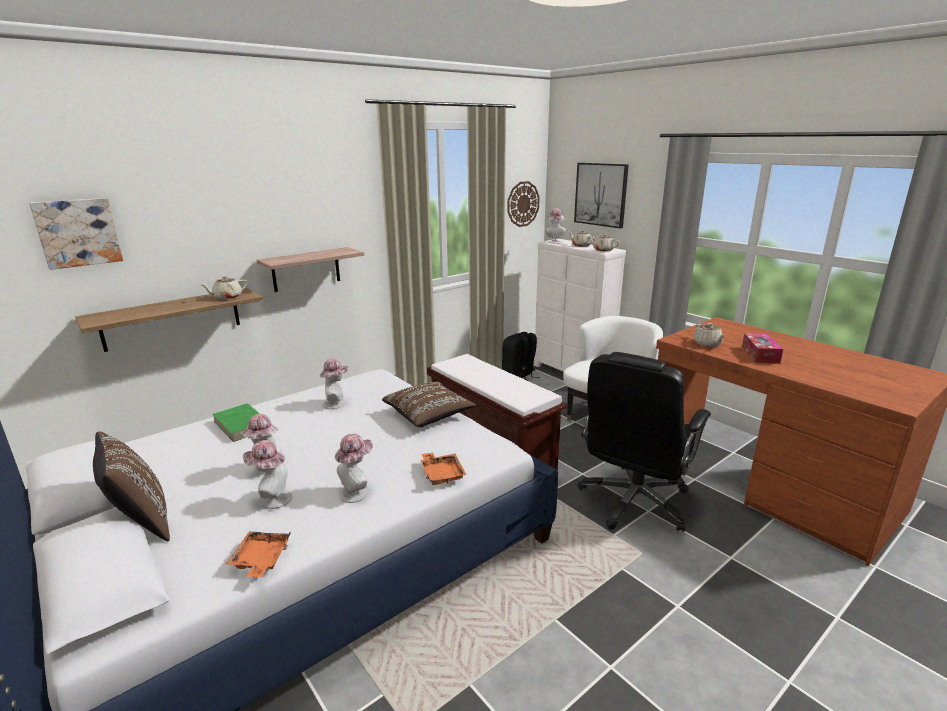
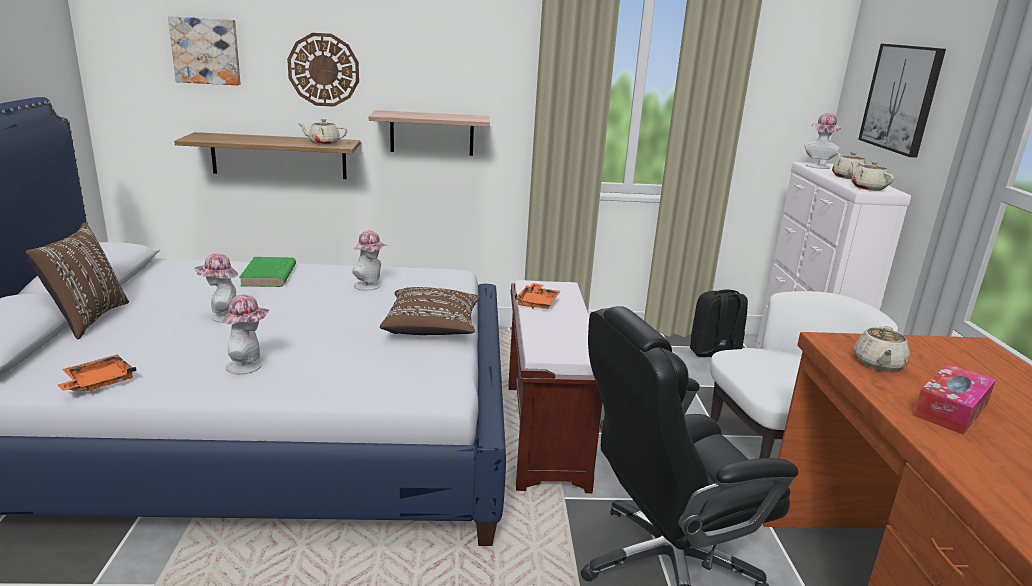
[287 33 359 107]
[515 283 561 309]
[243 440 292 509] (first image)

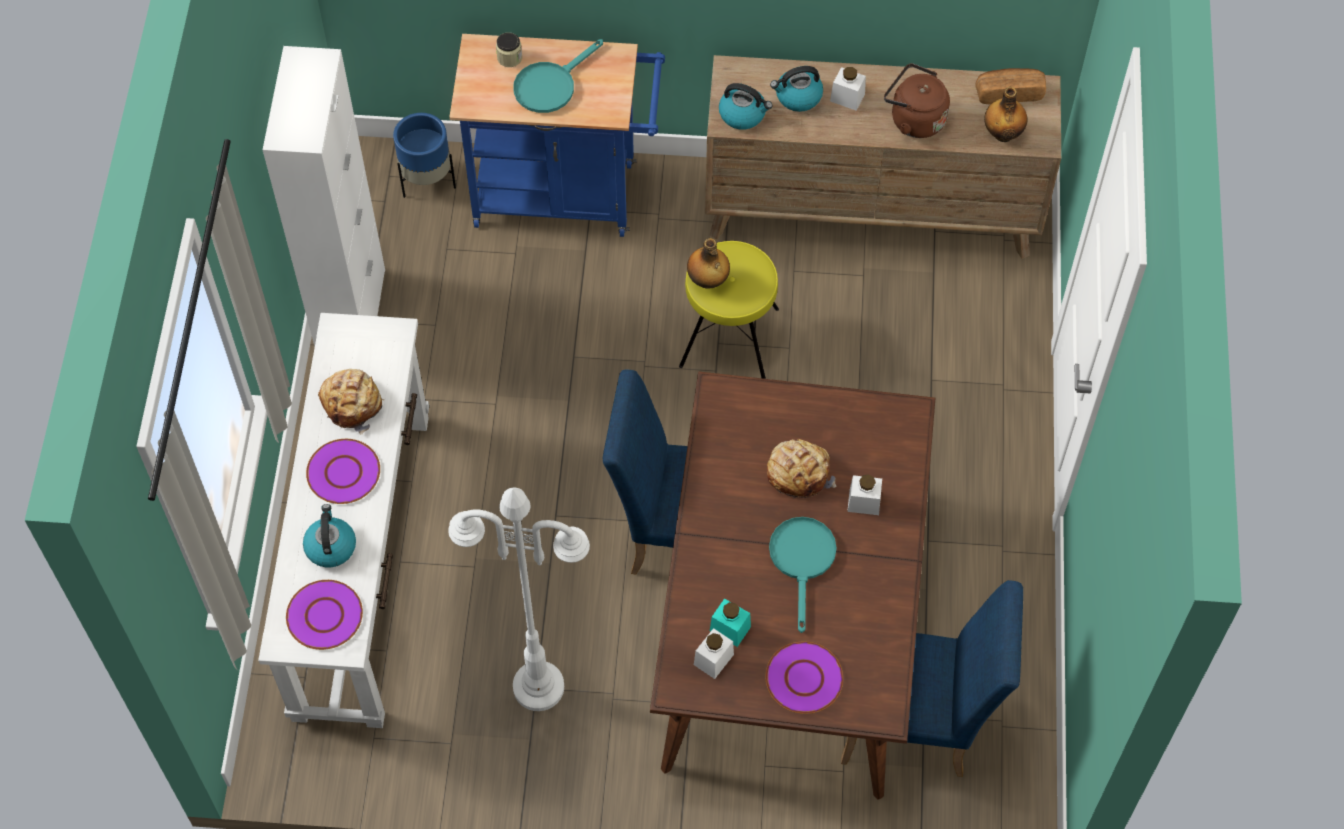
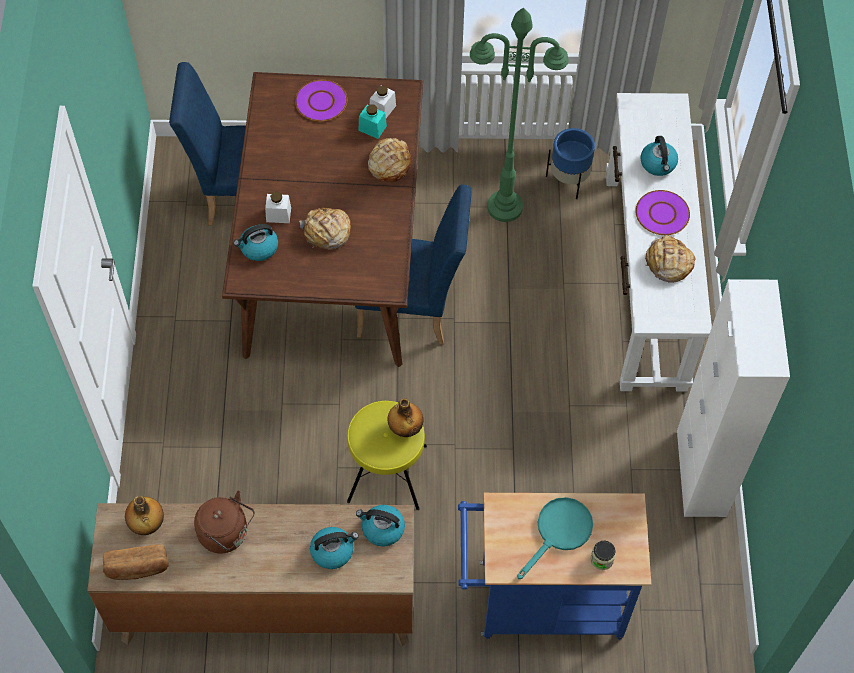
[234 224 278 261]
[368 138 412 182]
[470 8 568 222]
[546 128 595 199]
[286 580 363 650] (first image)
[769 517 837 633] (first image)
[830 67 866 111] (first image)

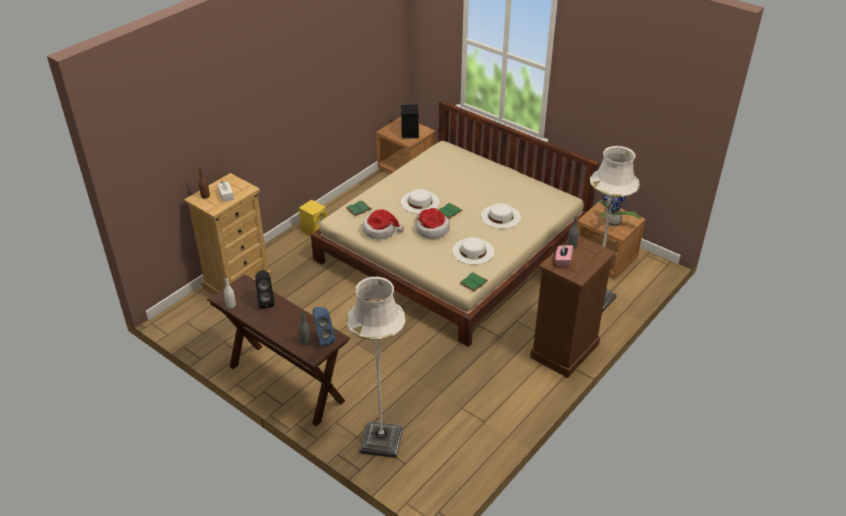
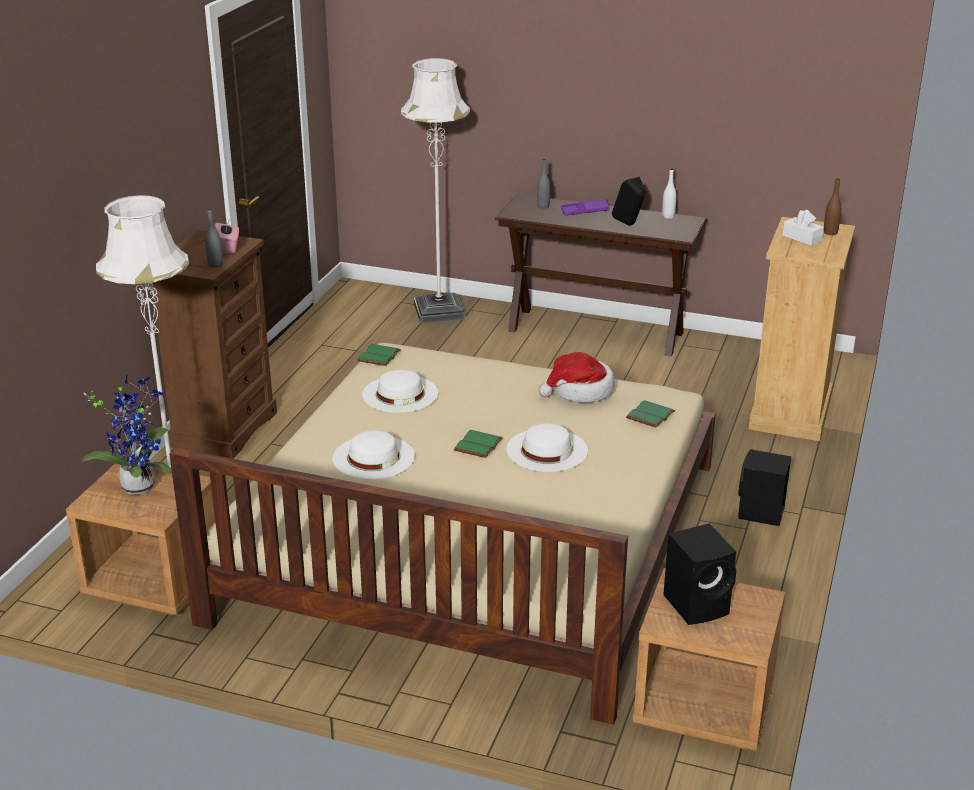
[561 199 610 216]
[738 449 791 526]
[313 307 336 347] (first image)
[416 208 450 239] (first image)

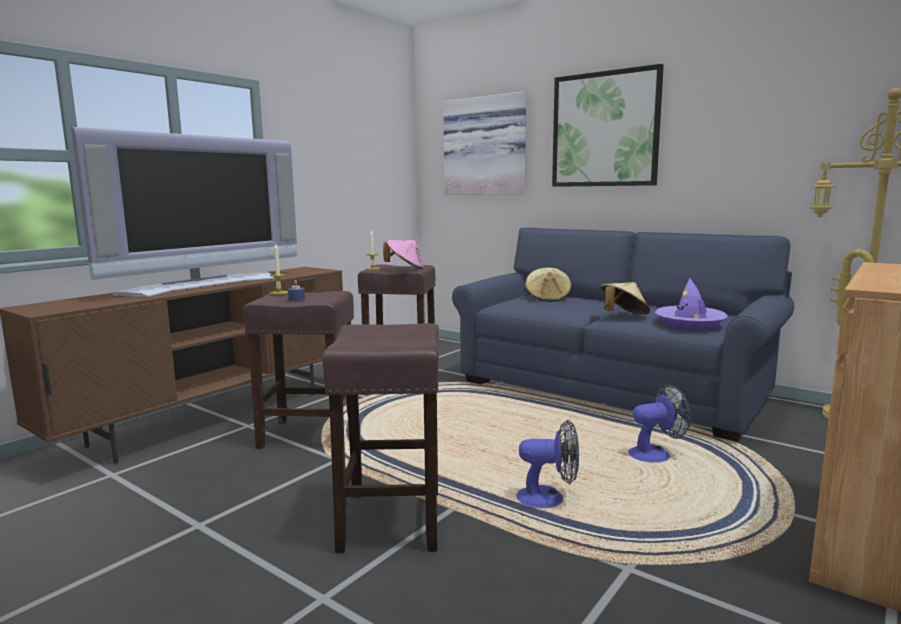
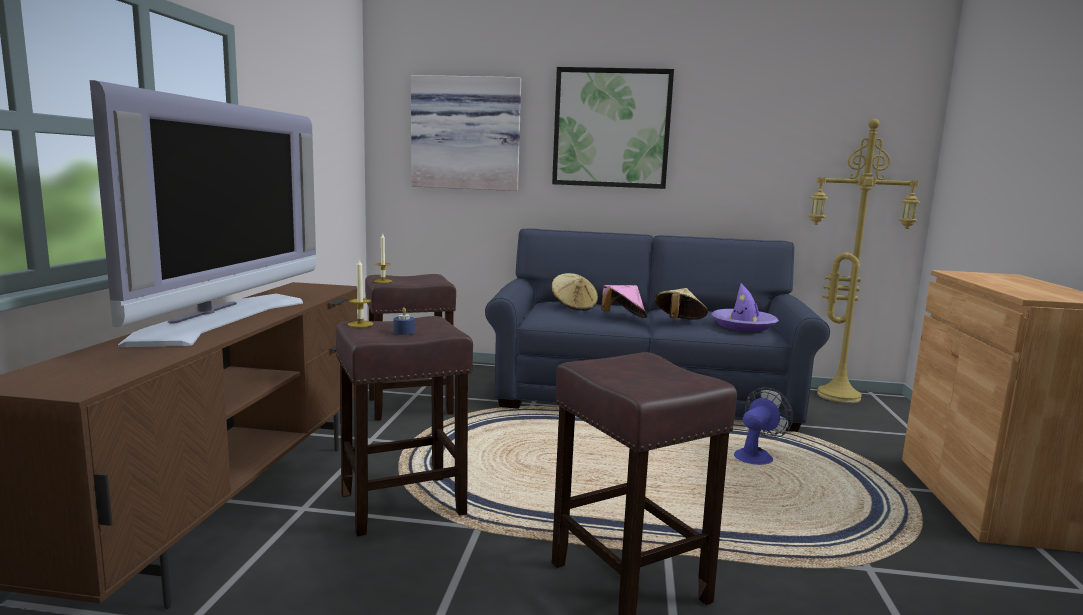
[601 285 647 318]
[516 420 579 508] (first image)

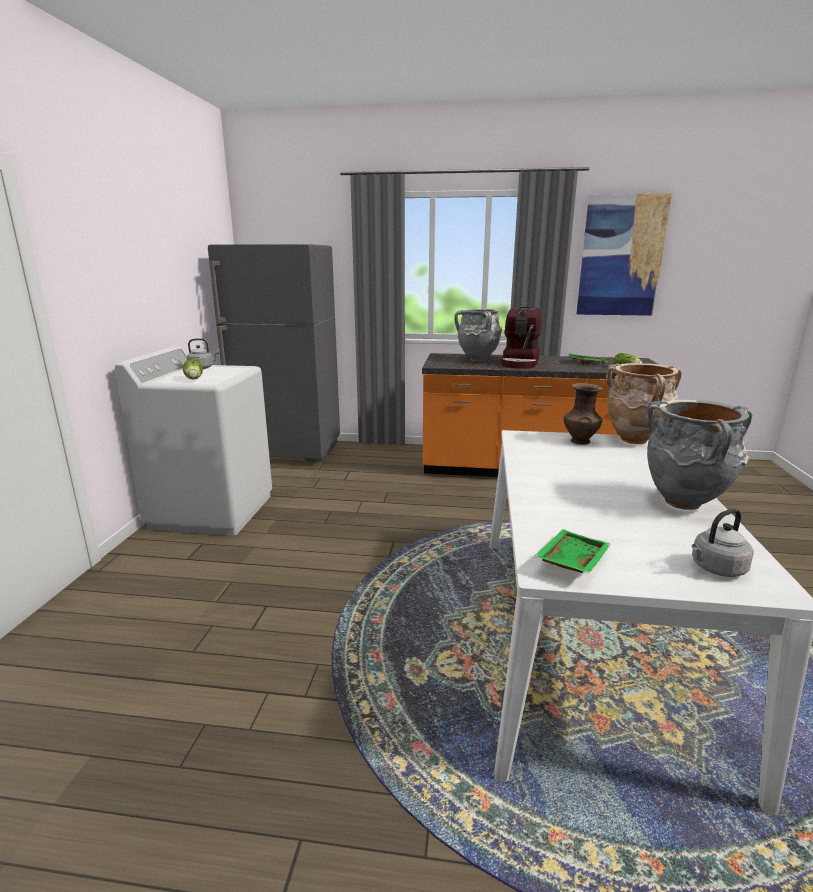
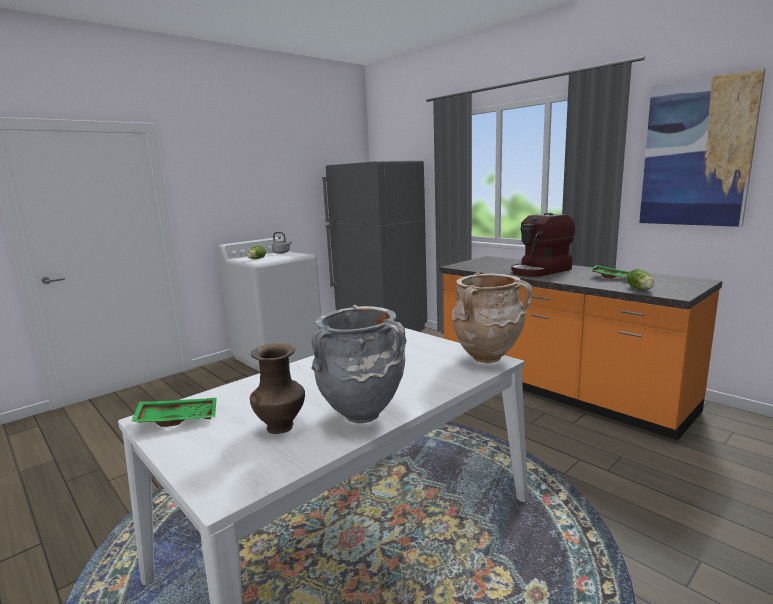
[250 343 305 434]
[454 308 502 361] (first image)
[692 509 754 577] (first image)

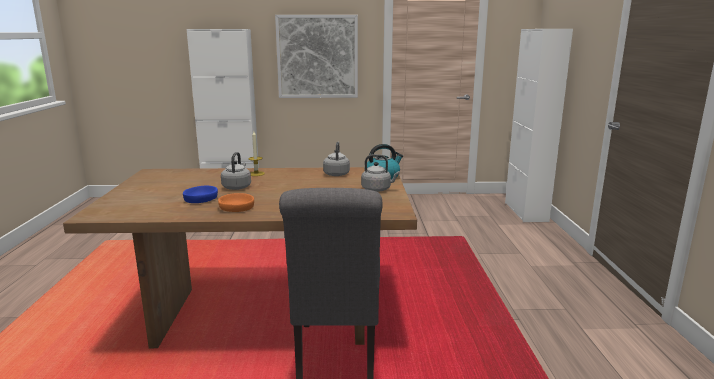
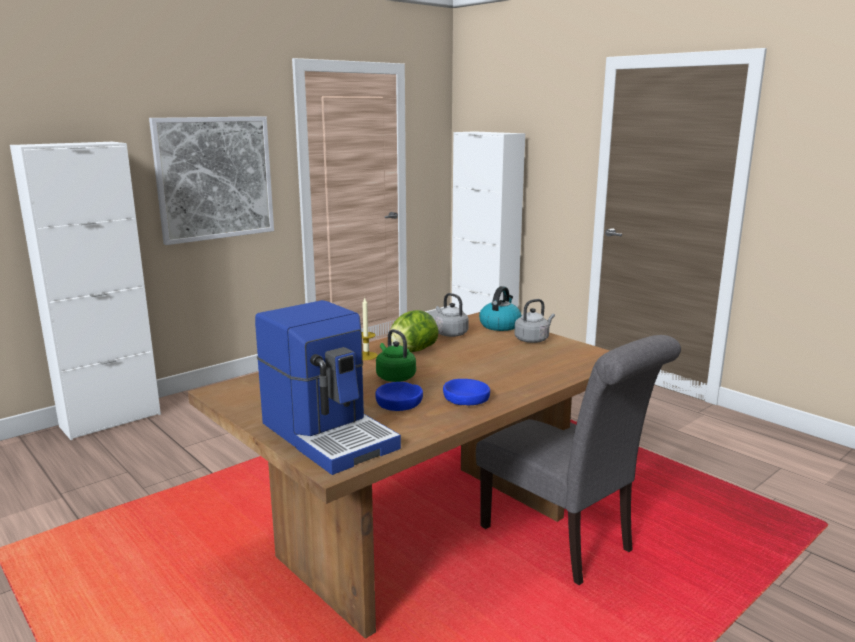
[255 300 401 475]
[376 329 416 382]
[390 310 439 352]
[443 379 490 405]

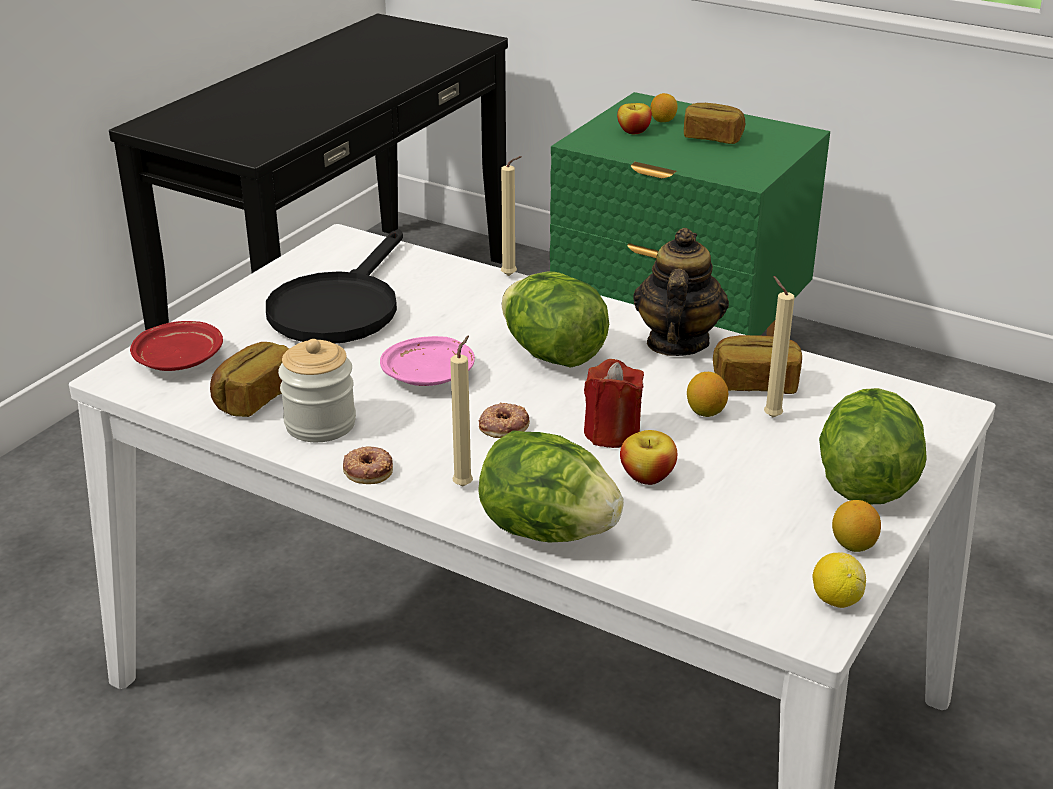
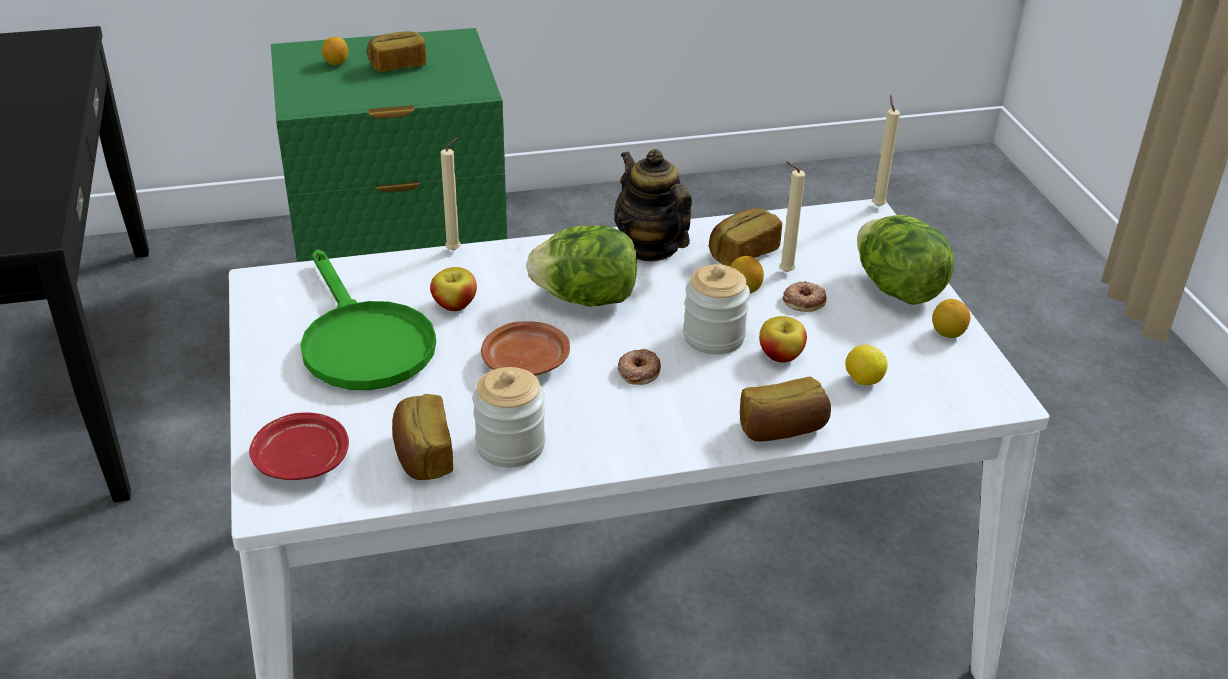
[300 249 436 390]
[430 267 477 311]
[481 321 570 376]
[683 264 750 355]
[740 376 831 441]
[783 281 827 312]
[845 344 888 385]
[872 95 900 207]

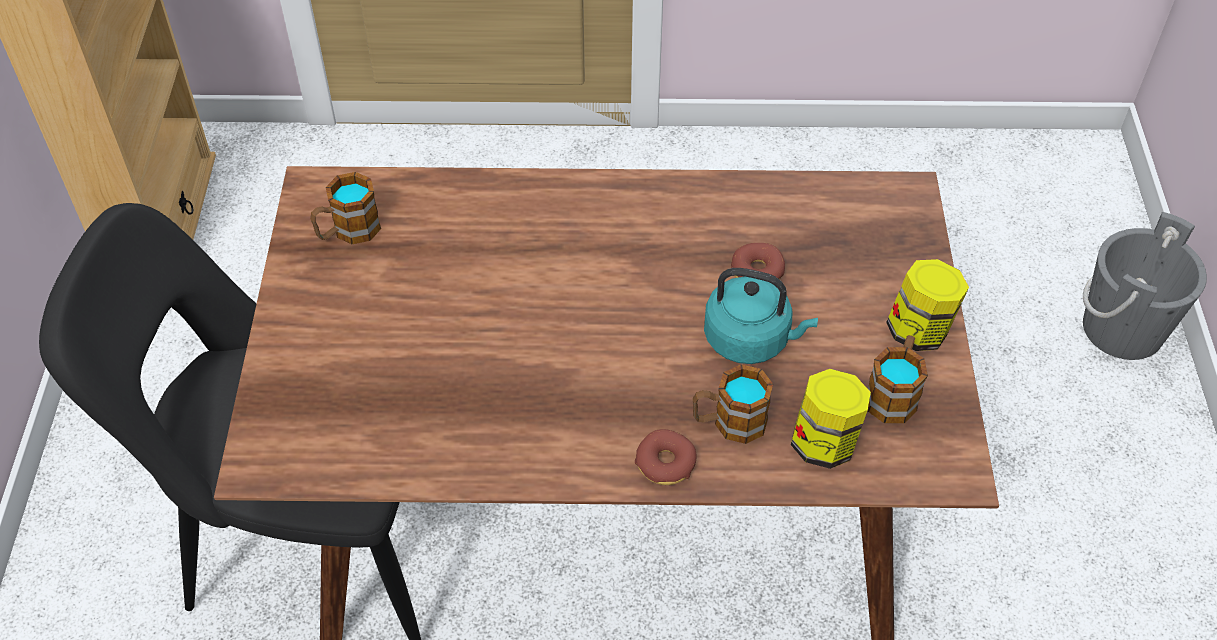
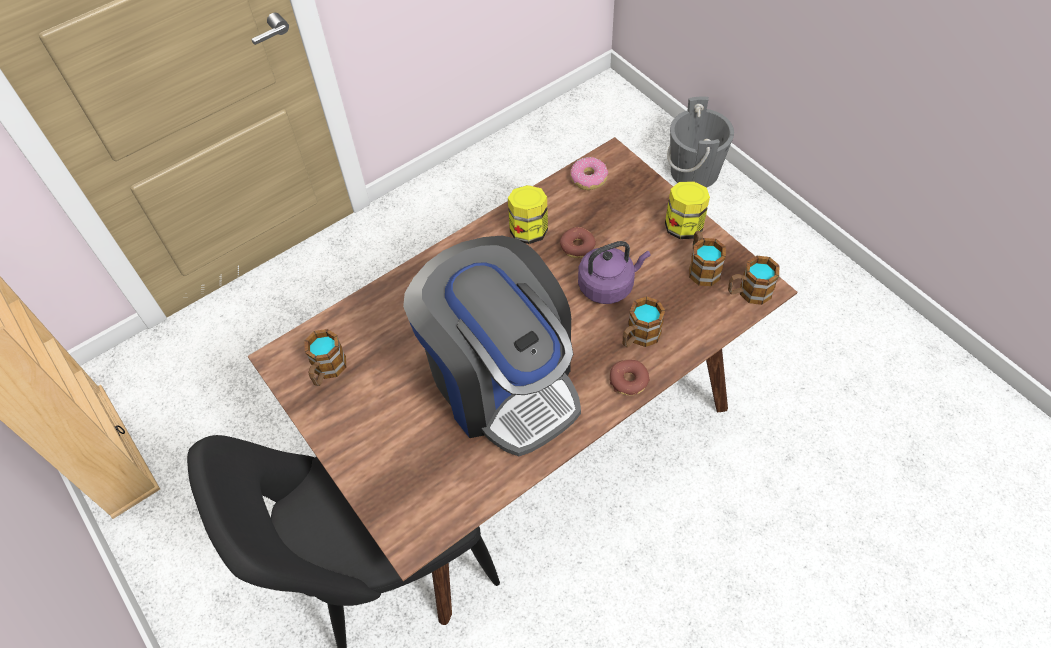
[403 236 581 456]
[508 185 548 244]
[570 157 608 190]
[578 241 651 304]
[728 256 779 305]

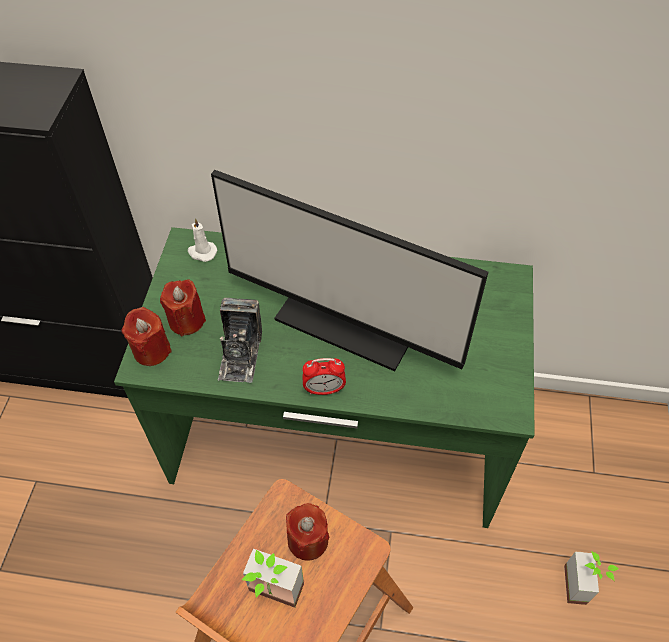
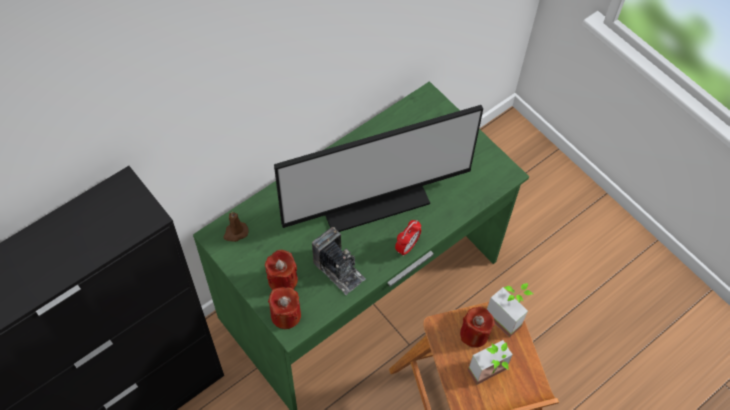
[223 211 249 242]
[487 283 533 338]

